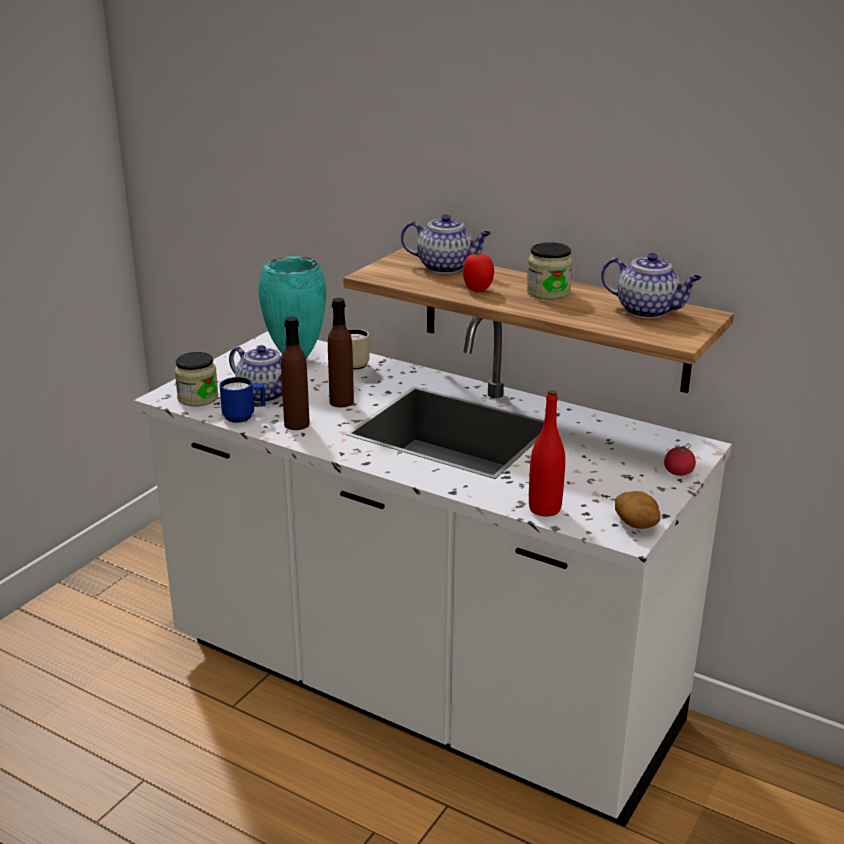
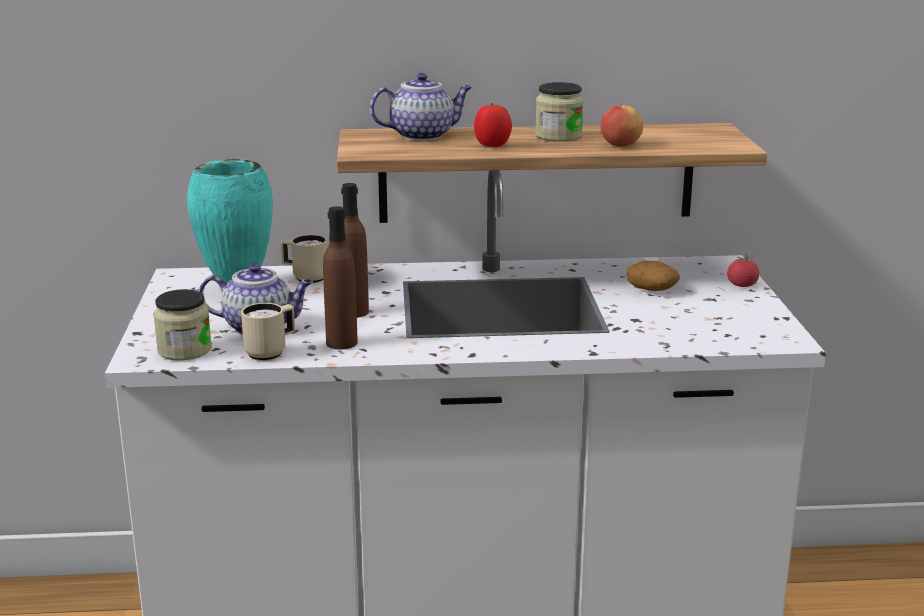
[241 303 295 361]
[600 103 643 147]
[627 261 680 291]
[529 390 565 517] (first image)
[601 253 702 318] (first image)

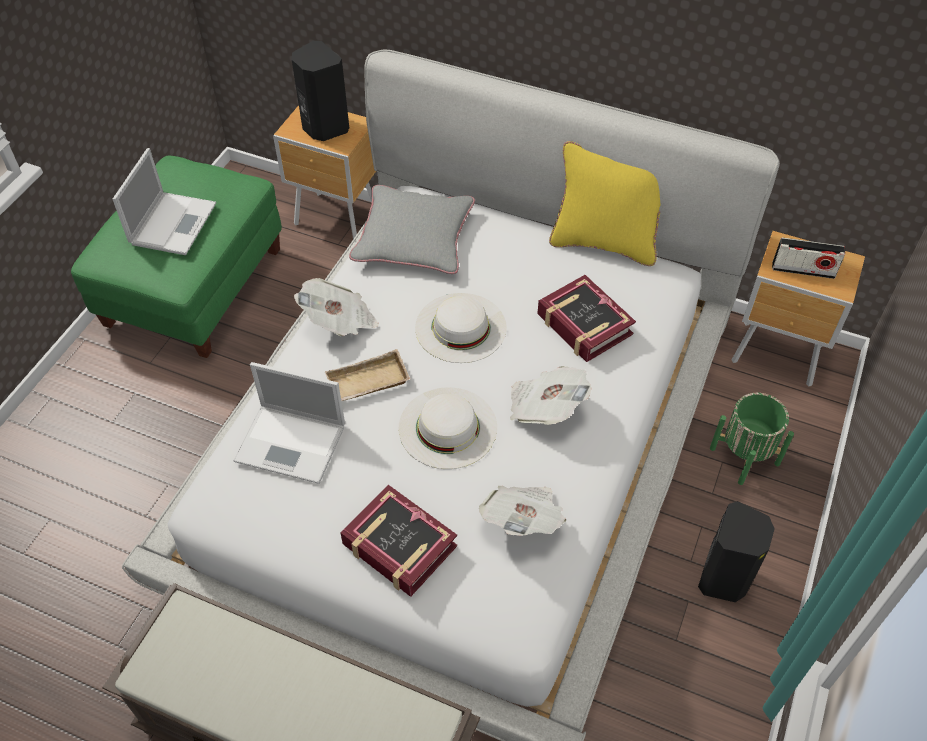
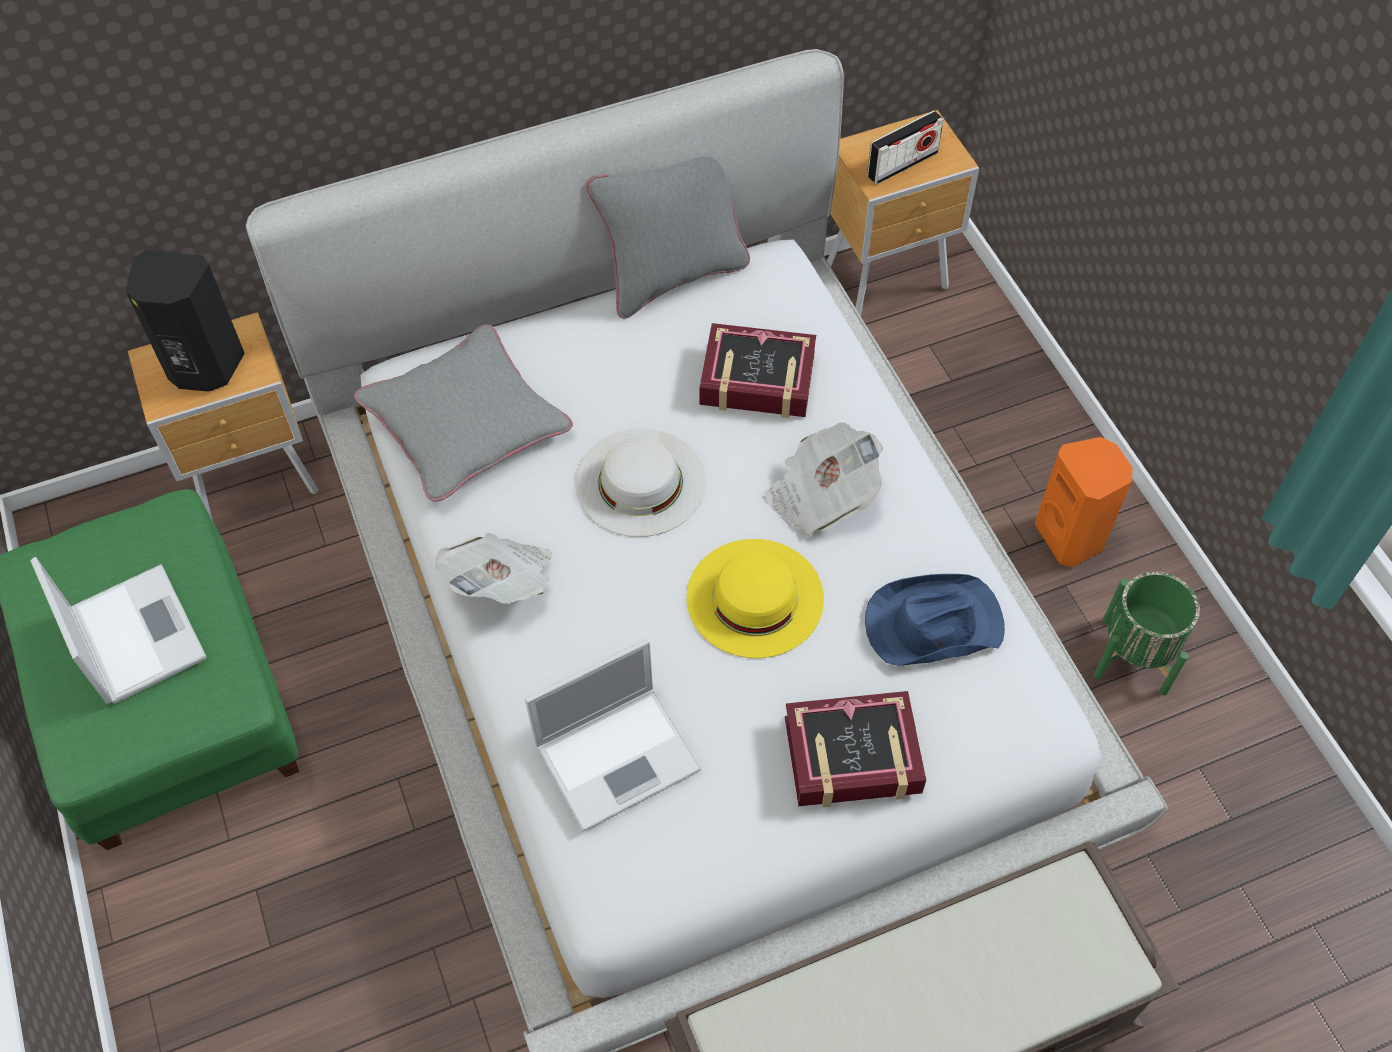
[586 156 750 318]
[687 539 824 658]
[865 574 1005 666]
[1034 437 1133 568]
[1094 572 1200 695]
[325 349 410 401] (first image)

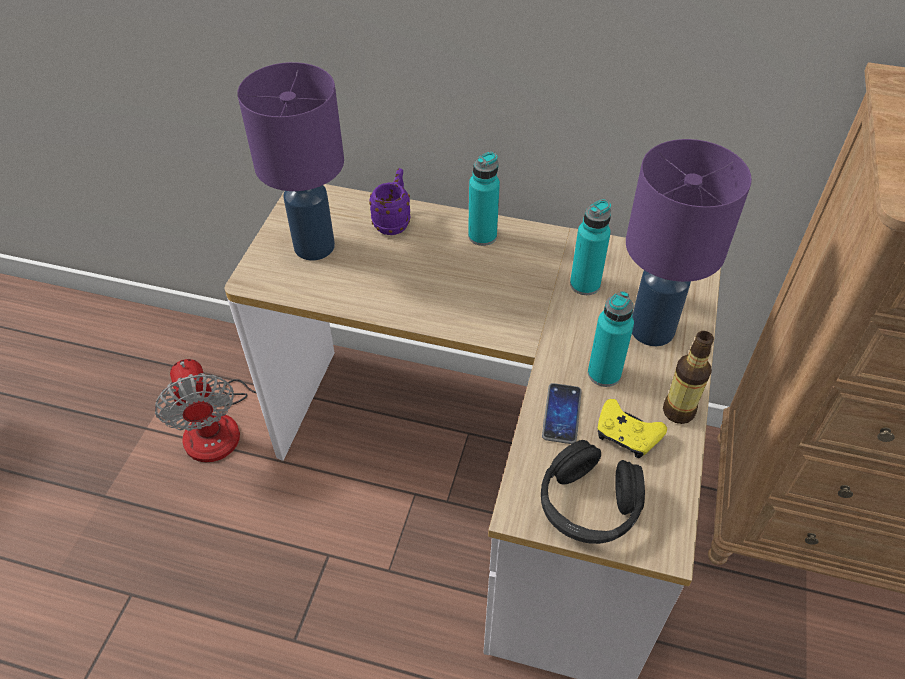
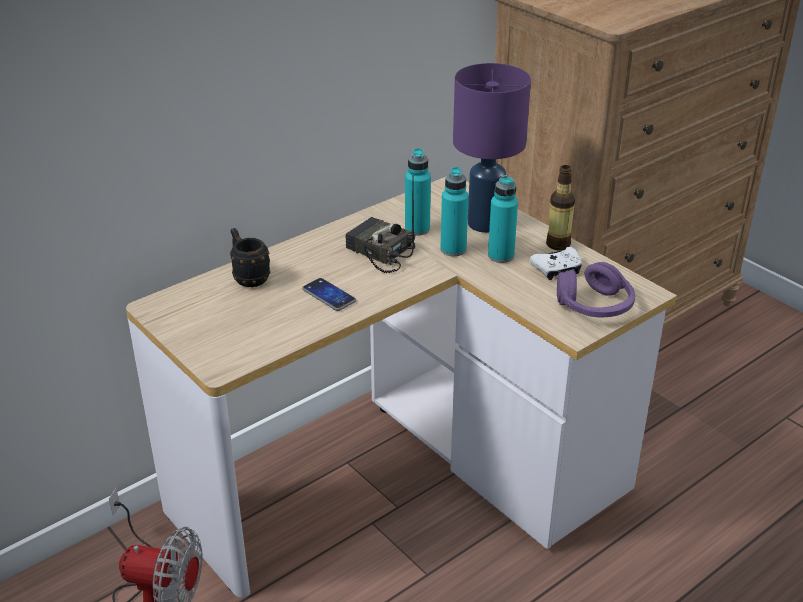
[230 228 271 287]
[302 278 356 311]
[346 175 415 273]
[440 167 469 256]
[529 247 582 280]
[557 262 635 318]
[237 62 344 261] (first image)

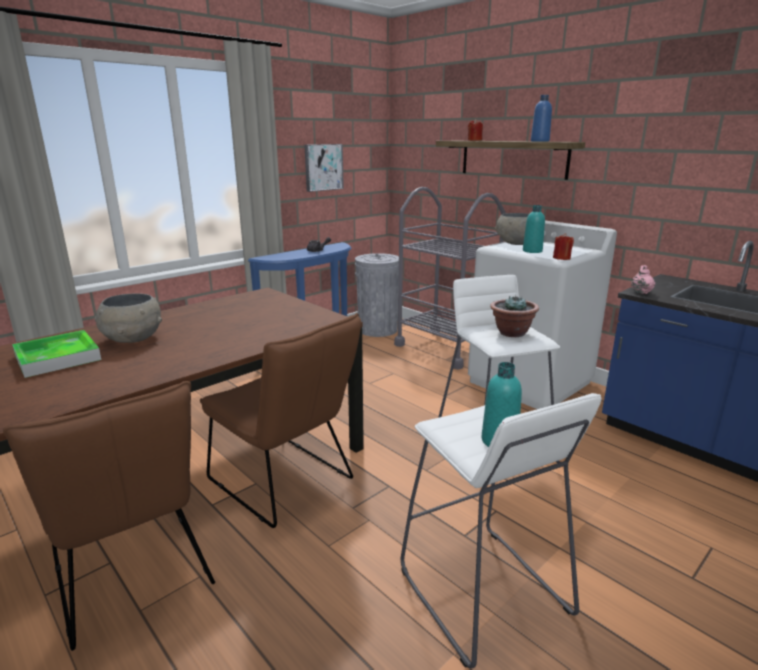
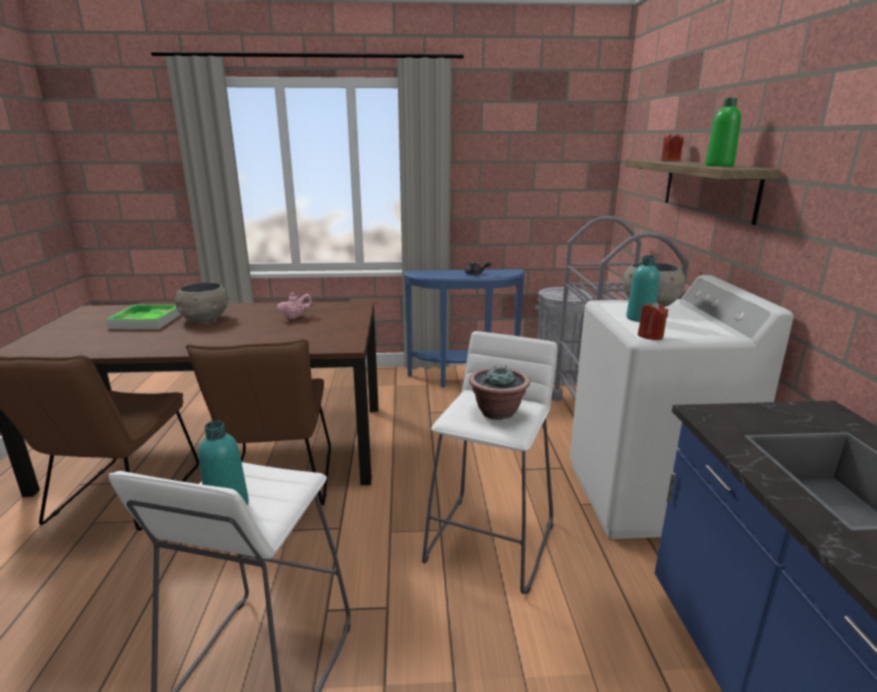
[277 293 313 319]
[705 98 741 166]
[305 144 344 192] (first image)

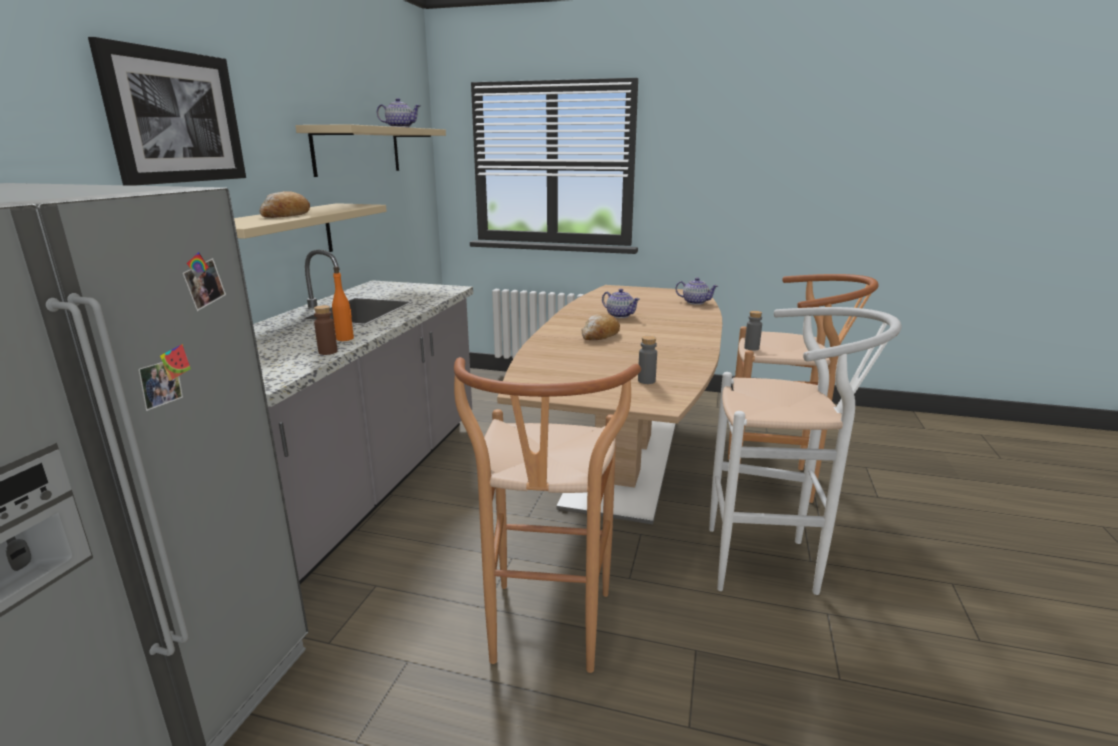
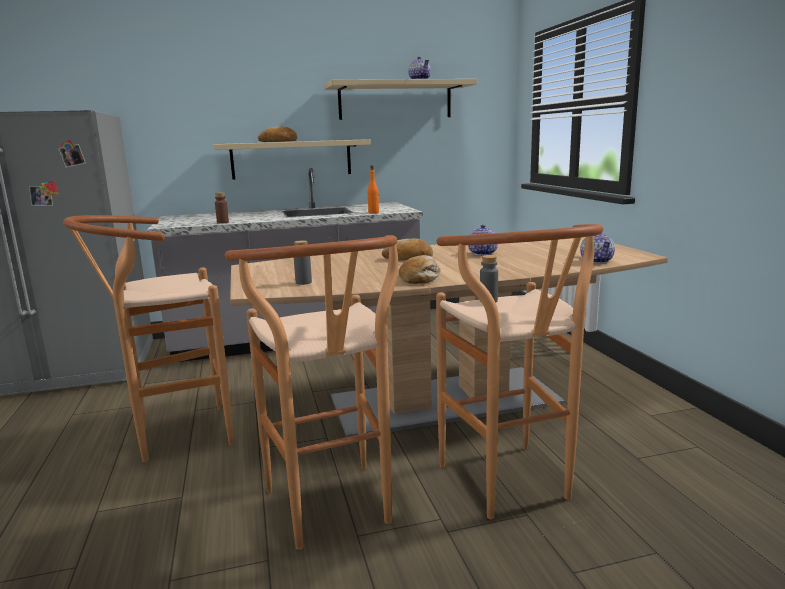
[225 235 398 550]
[368 166 379 213]
[399 255 441 284]
[88 37 246 186] (first image)

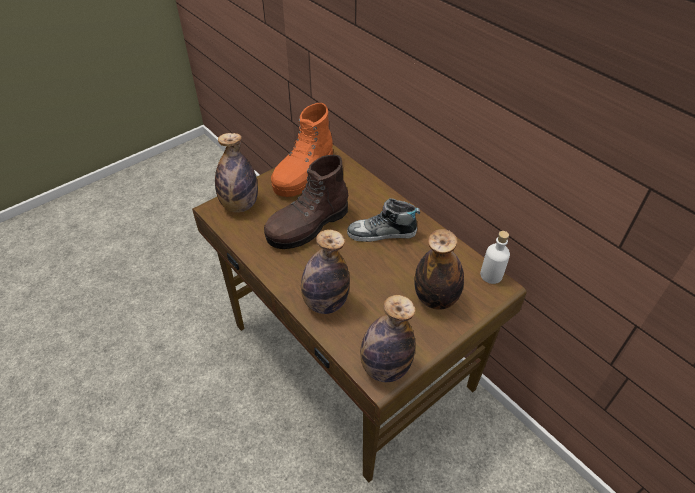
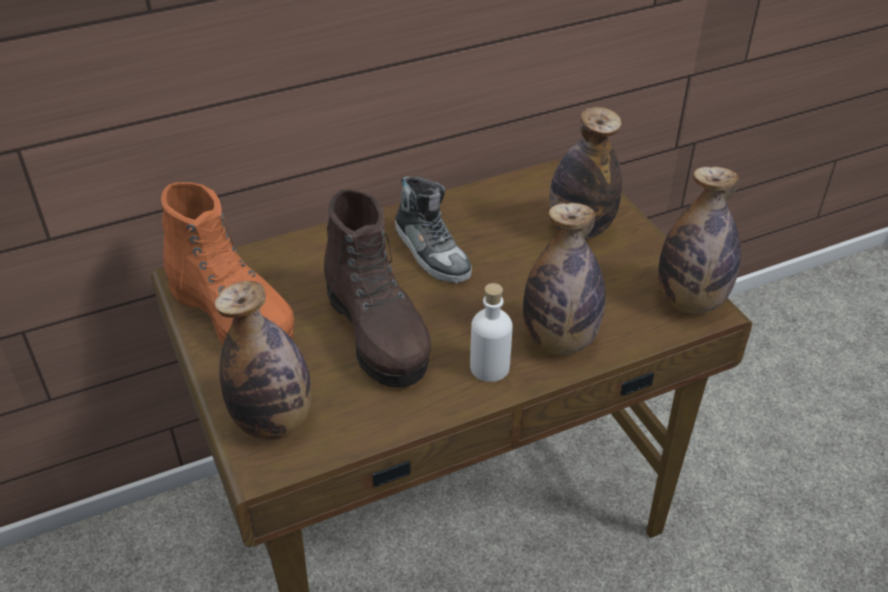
[395 176 472 283]
[470 283 513 382]

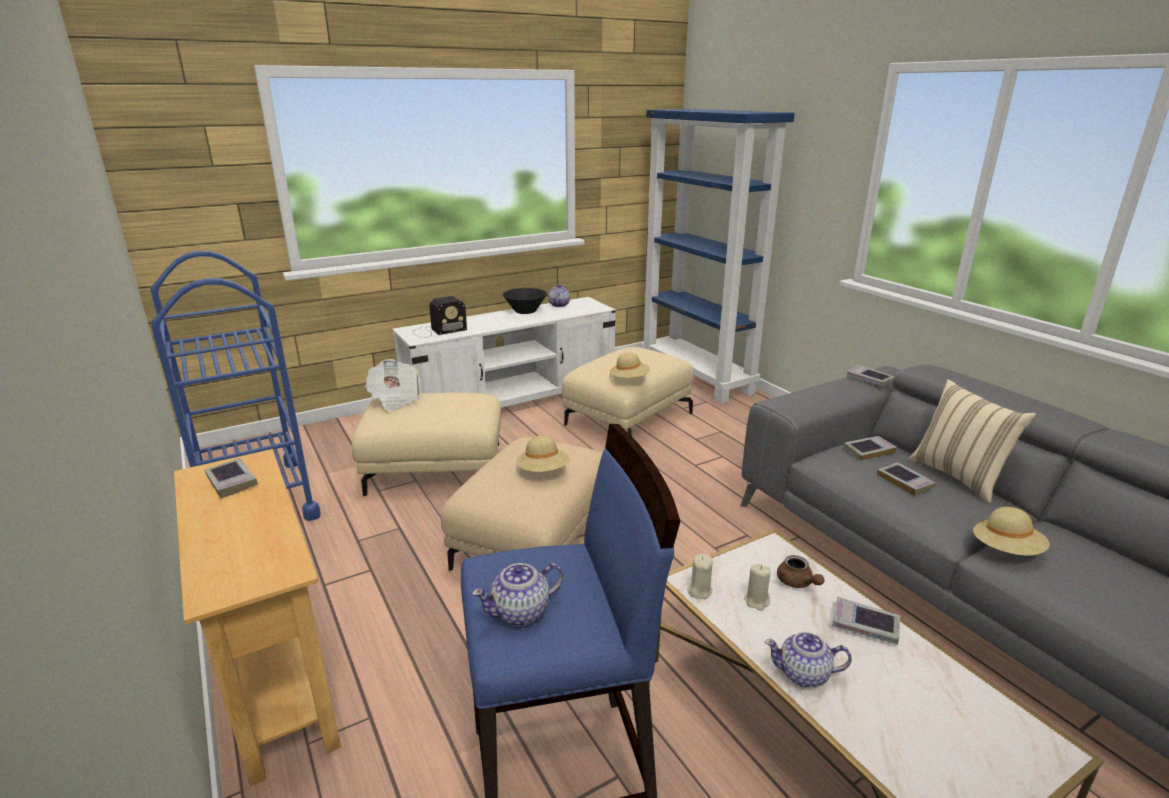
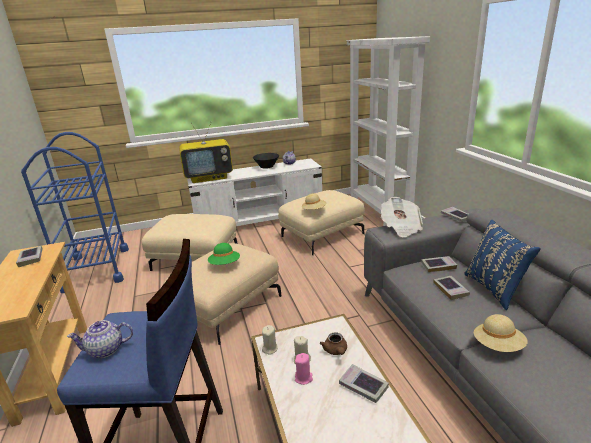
[179 123 233 183]
[208 243 240 265]
[295 353 313 385]
[347 36 430 226]
[381 197 423 237]
[464 220 541 310]
[765 632 852 688] (first image)

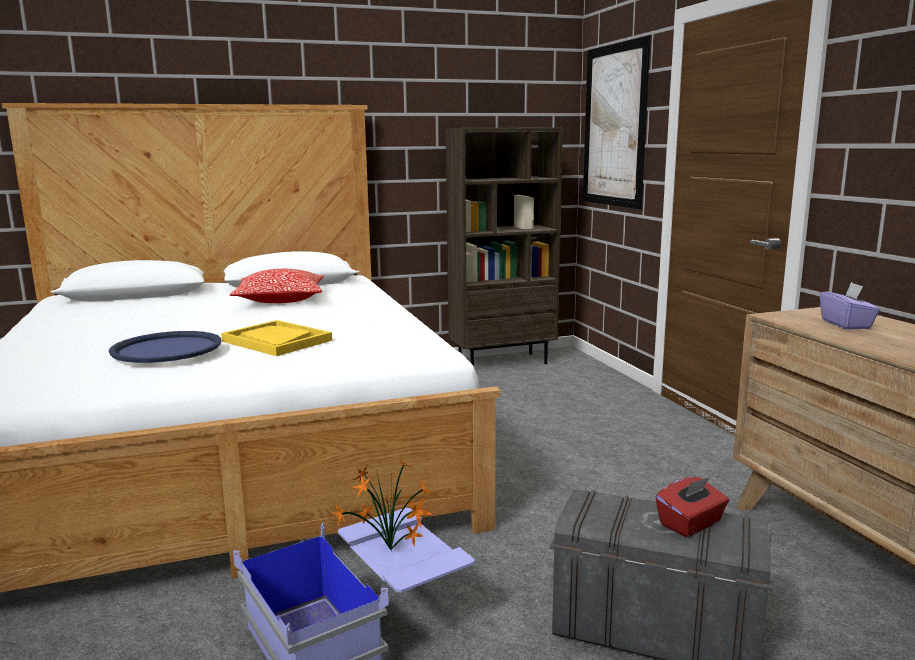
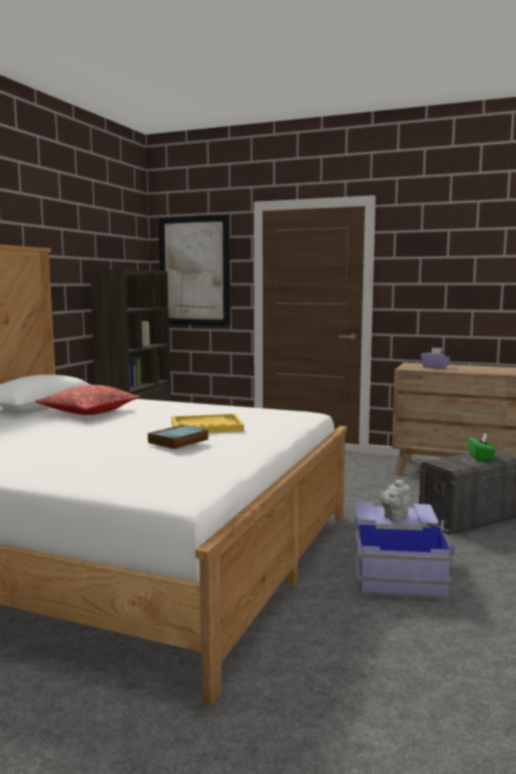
[148 424 209 449]
[380 479 410 522]
[468 433 496 461]

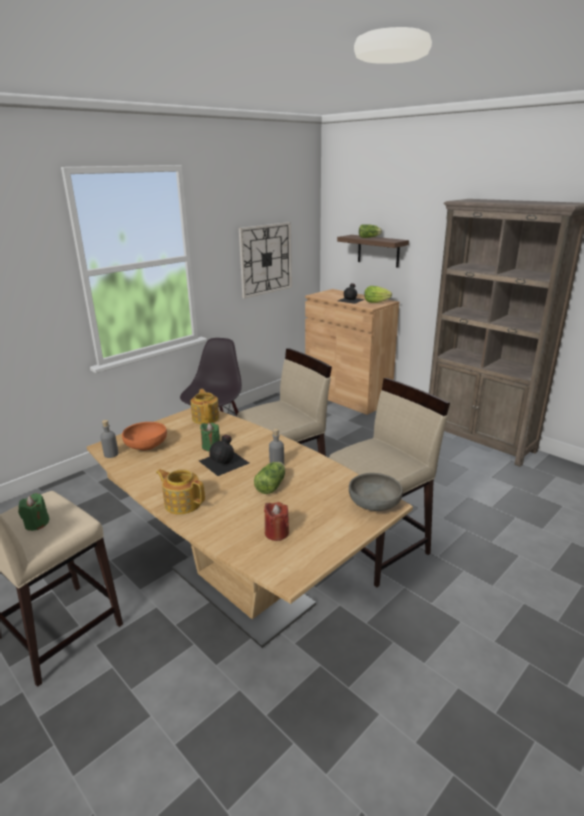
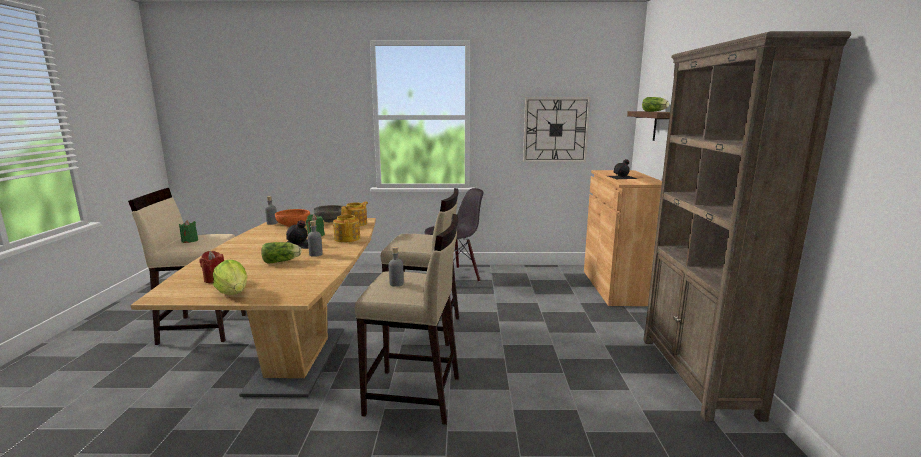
[213 260 248 295]
[314 205 343 222]
[333 213 360 243]
[388 247 404 287]

